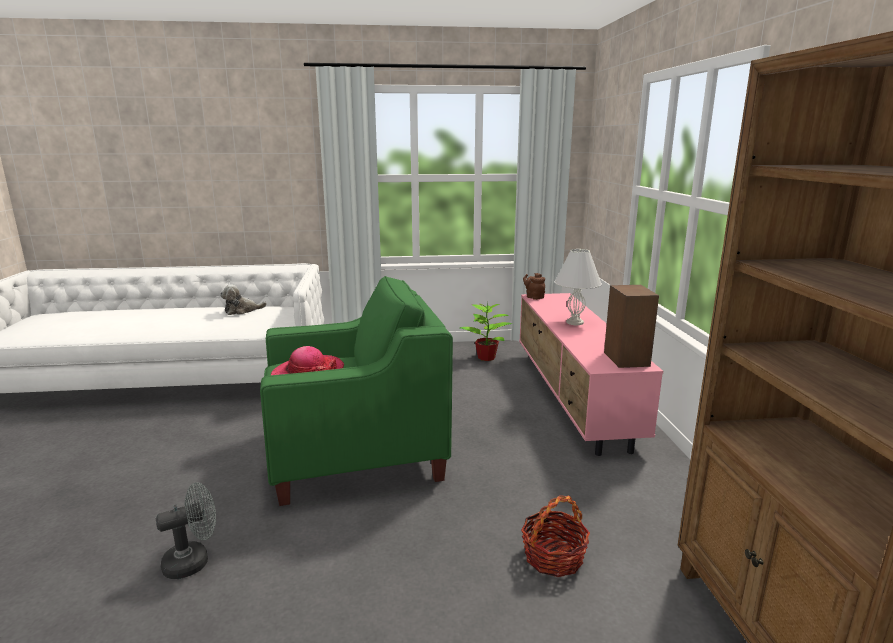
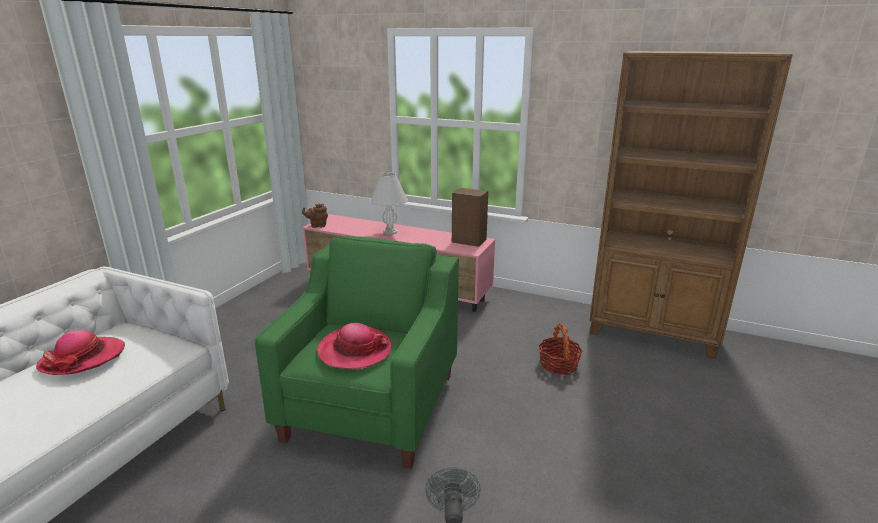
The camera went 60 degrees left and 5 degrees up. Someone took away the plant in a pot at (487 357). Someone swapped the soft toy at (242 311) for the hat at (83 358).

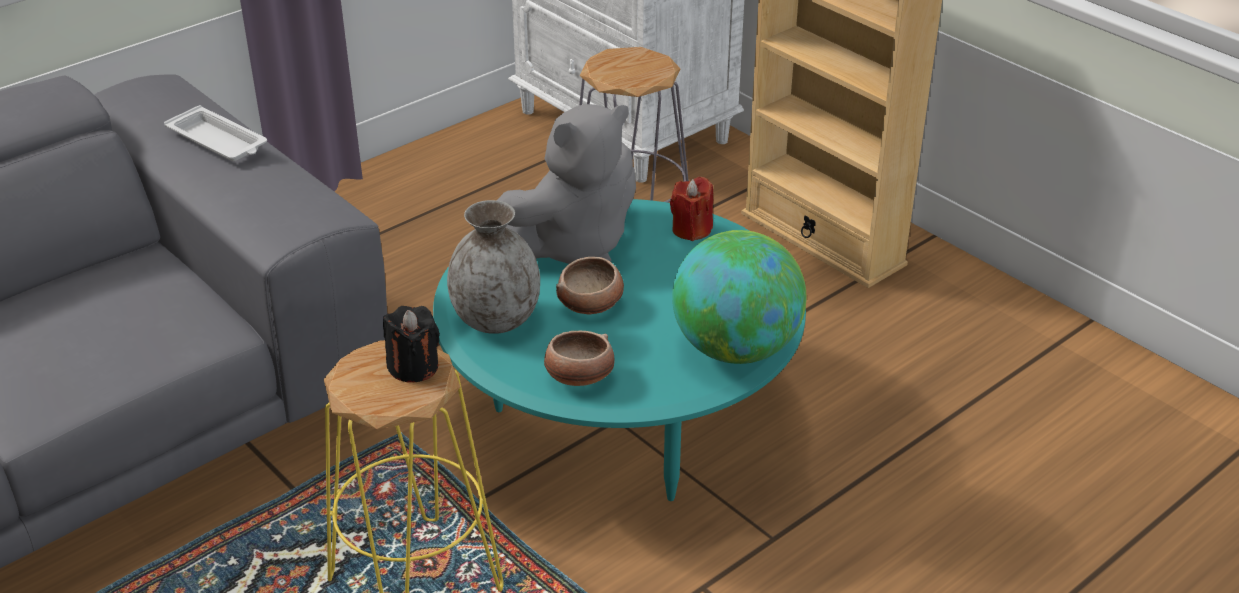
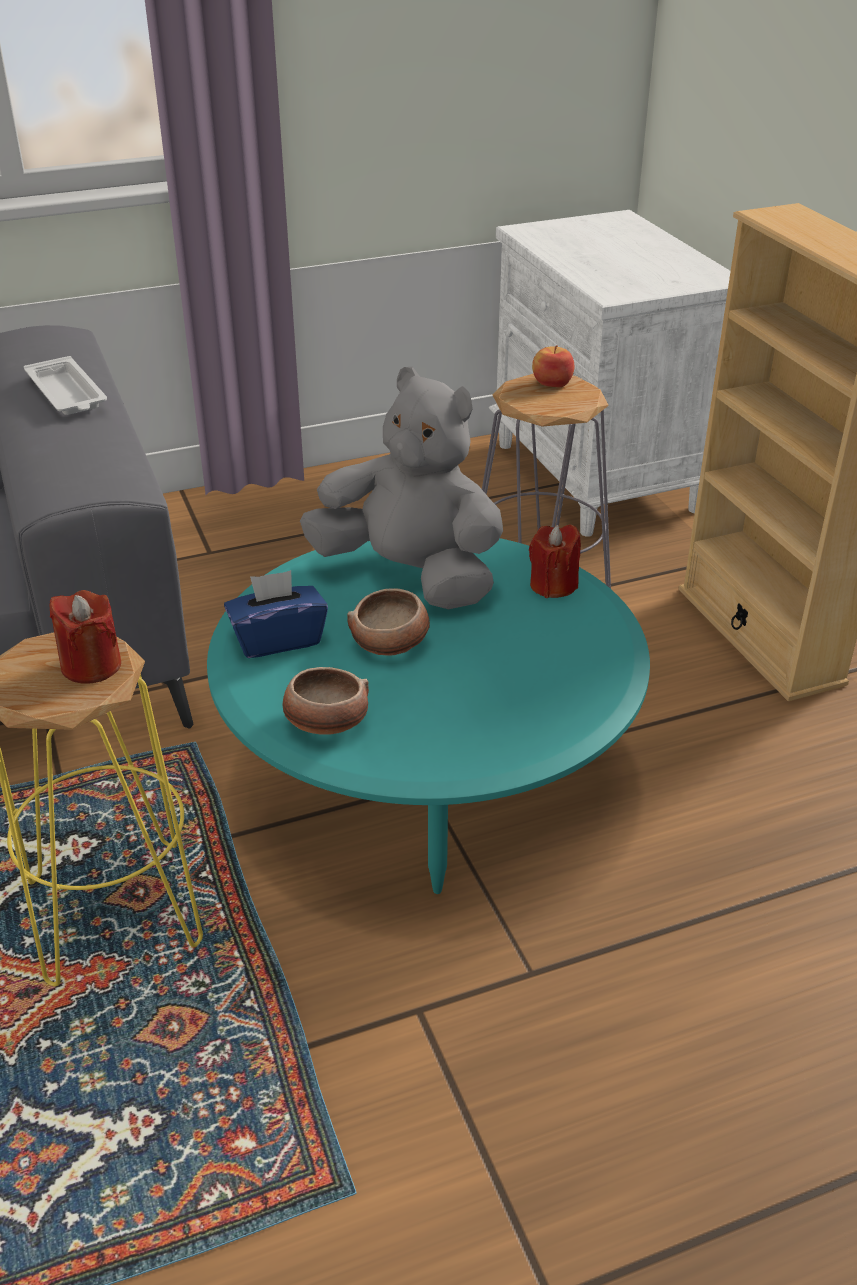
The camera went 20 degrees right and 0 degrees up. Someone took away the world globe at (735 349). Someone put down the whole apple at (552 383). Someone swapped the gray flower vase at (496 320) for the blue tissue holder at (278 639). Someone repainted the black-coloured wax candle at (413 367), which became the red-coloured wax candle at (91 666). Someone rotated the gray soft toy at (572 245) by 135 degrees counterclockwise.

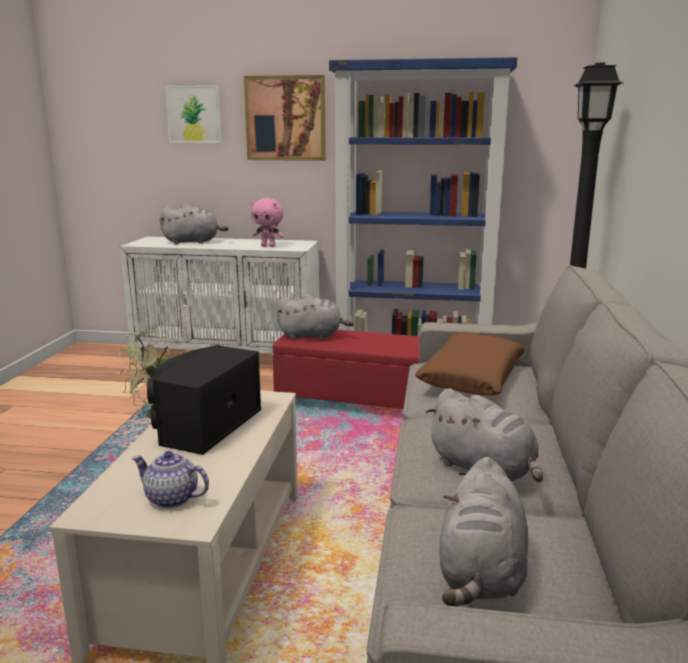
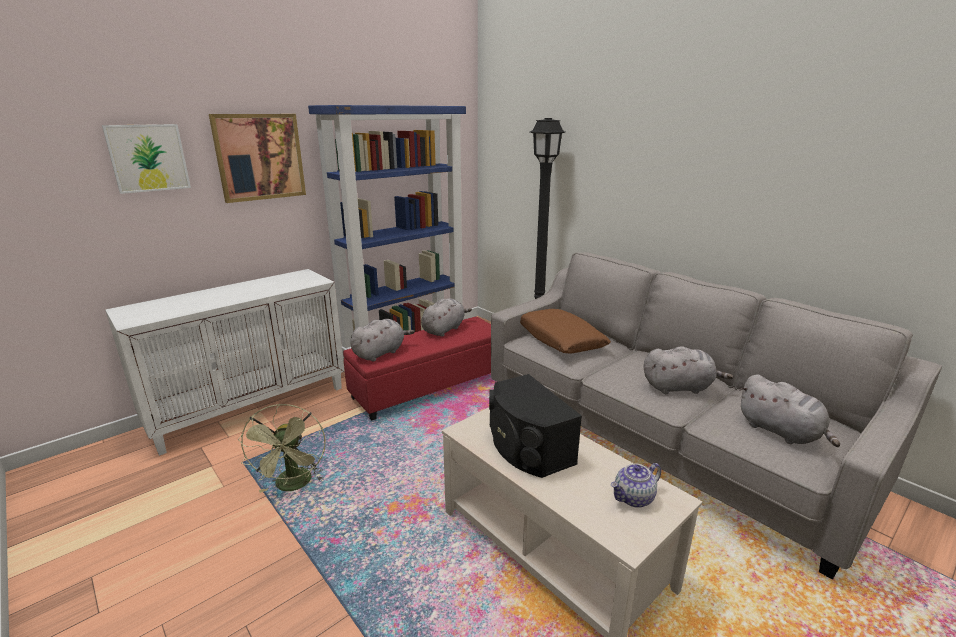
The camera went 50 degrees left and 5 degrees up. Someone took away the pinkish soft toy at (268 246). Someone carried the gray soft toy from (193 242) to (444 329).

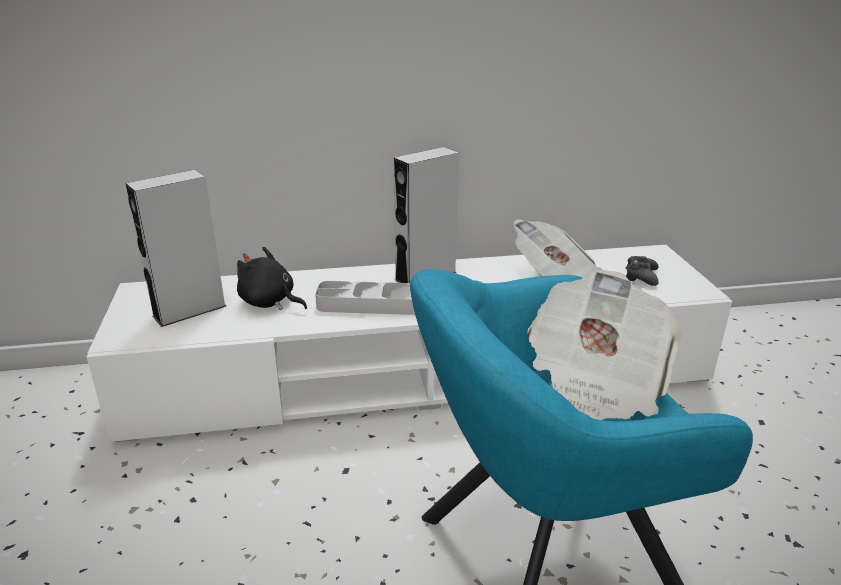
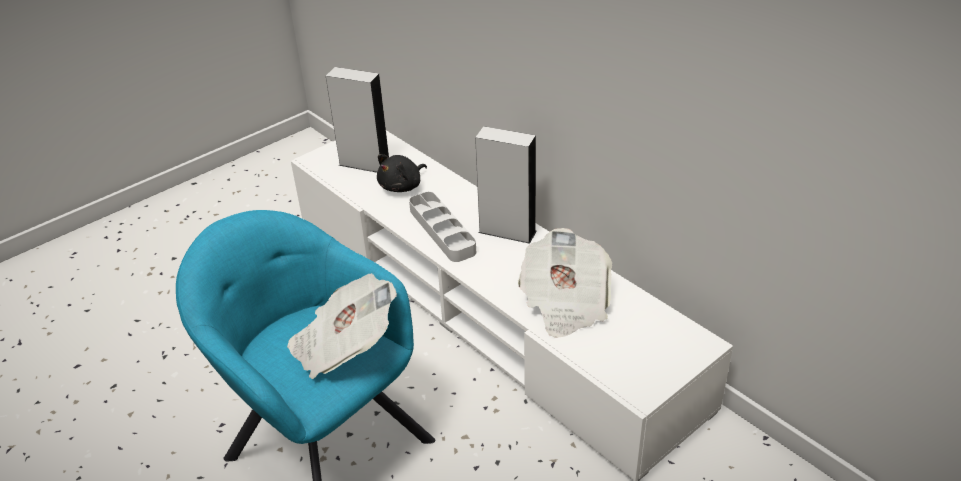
The camera went 60 degrees right and 10 degrees up. Someone took away the black-coloured joypad at (641 276). Someone rotated the black-coloured soft toy at (270 302) by 135 degrees counterclockwise.

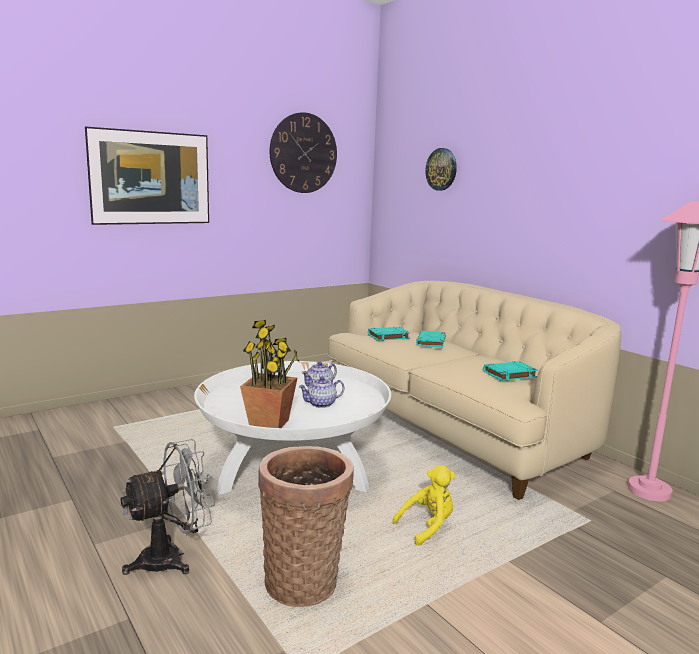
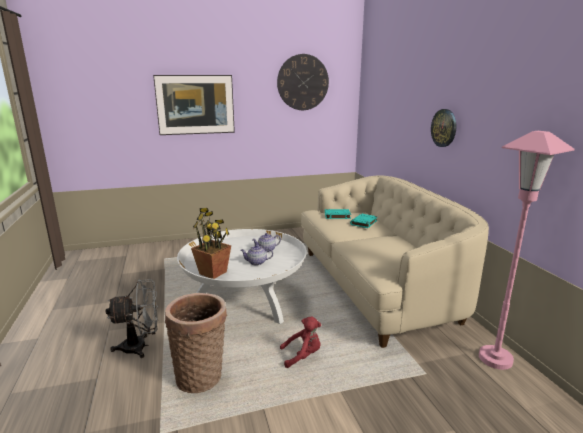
The camera went 20 degrees right and 5 degrees up. Someone took away the turquoise bound book at (509 374). Someone carried the wall clock from (441 169) to (444 128). Someone repainted the yellow-coloured soft toy at (427 527), which became the red-coloured soft toy at (302 356).

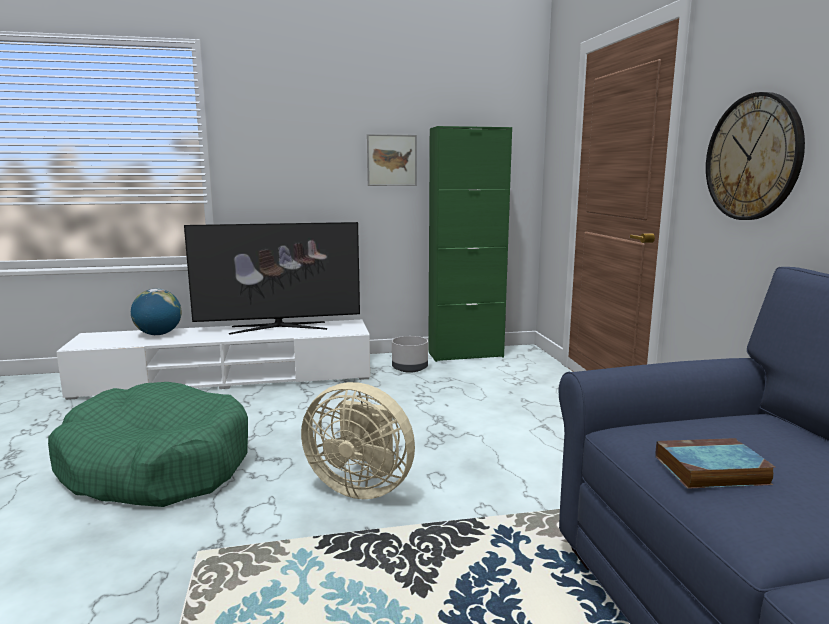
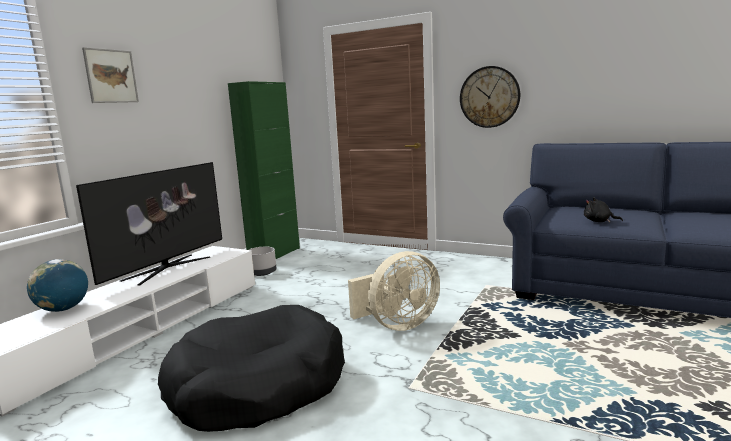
The camera went 50 degrees left and 0 degrees up. Someone carried the wall art from (391 160) to (111 76). Someone swapped the bound book at (709 470) for the black-coloured soft toy at (599 221). Someone repainted the green pet bed at (156 465), which became the black-coloured pet bed at (257 386).

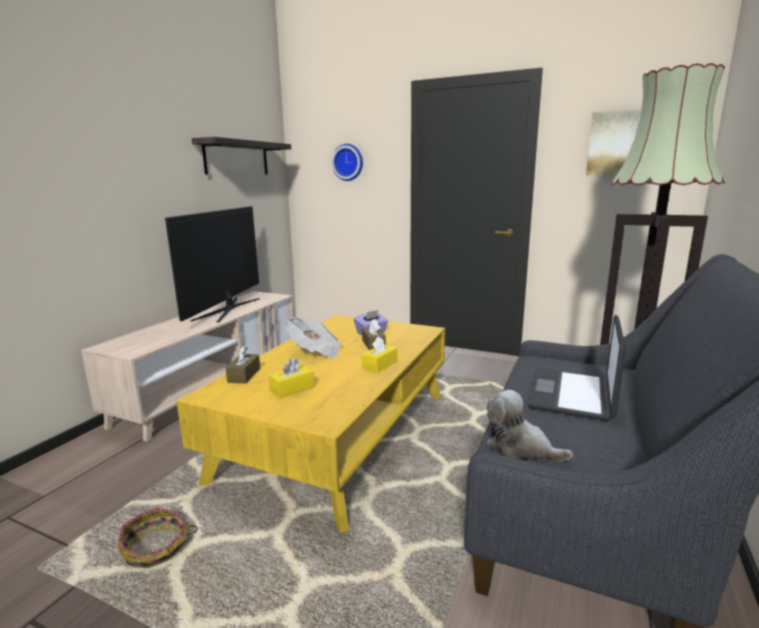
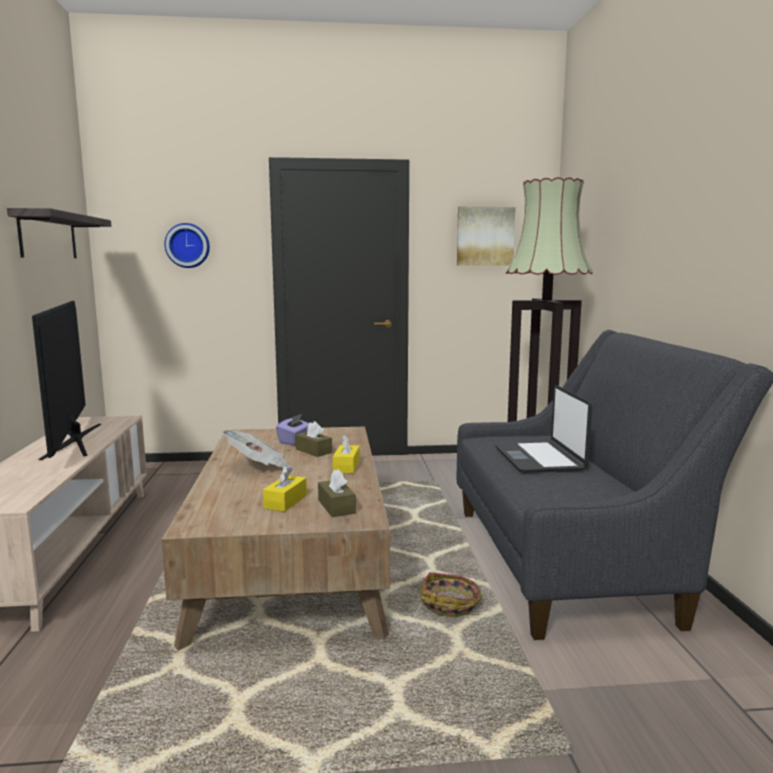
The camera went 30 degrees left and 5 degrees down. Someone took away the soft toy at (520 447). Someone carried the storage basket from (156 548) to (451 604). Someone carried the brown tissue holder from (244 375) to (336 507). Someone repainted the yellow-coloured low table at (338 434), which became the brown low table at (292 561).

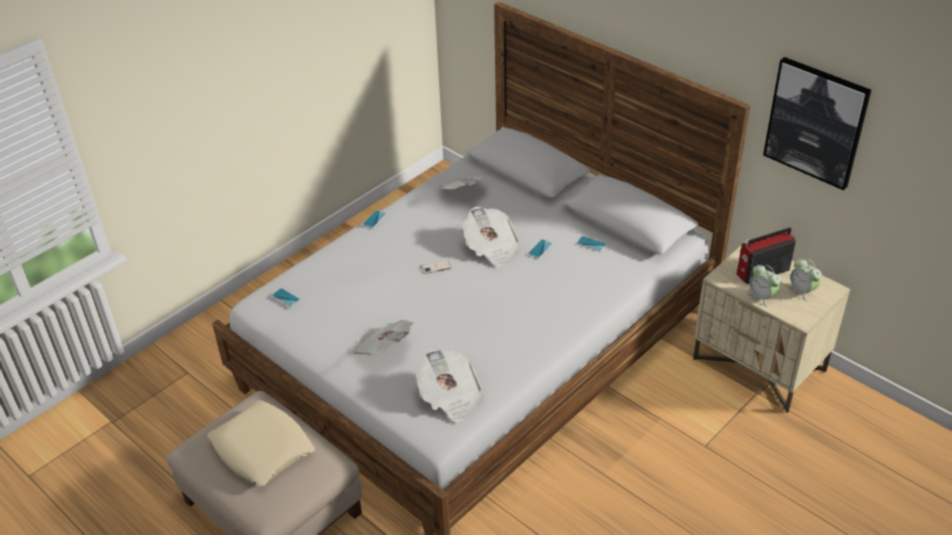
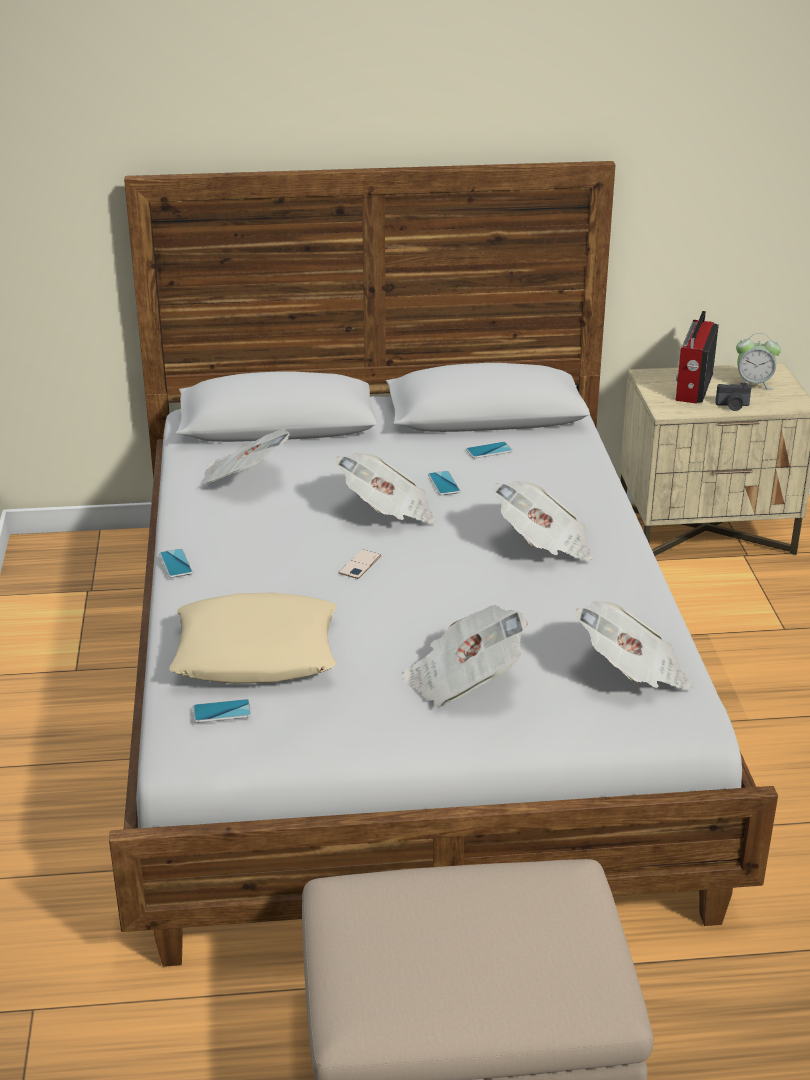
The camera went 50 degrees left and 10 degrees down. Someone took away the wall art at (816 122). Someone put down the daily paper at (544 545). Someone carried the sand-coloured cushion from (262 449) to (256 652). Someone swapped the bedside clock at (761 297) for the photo camera at (732 406).

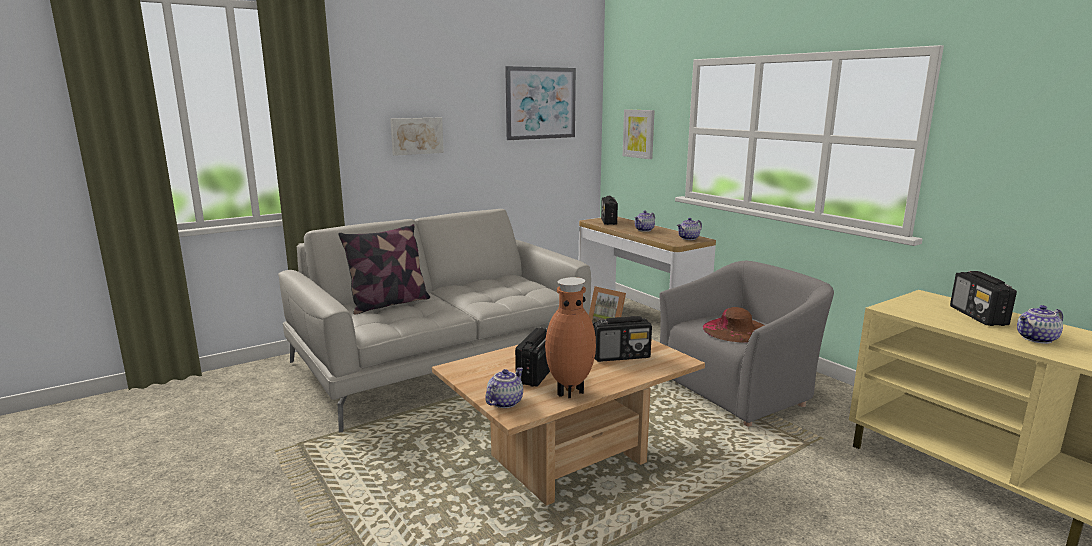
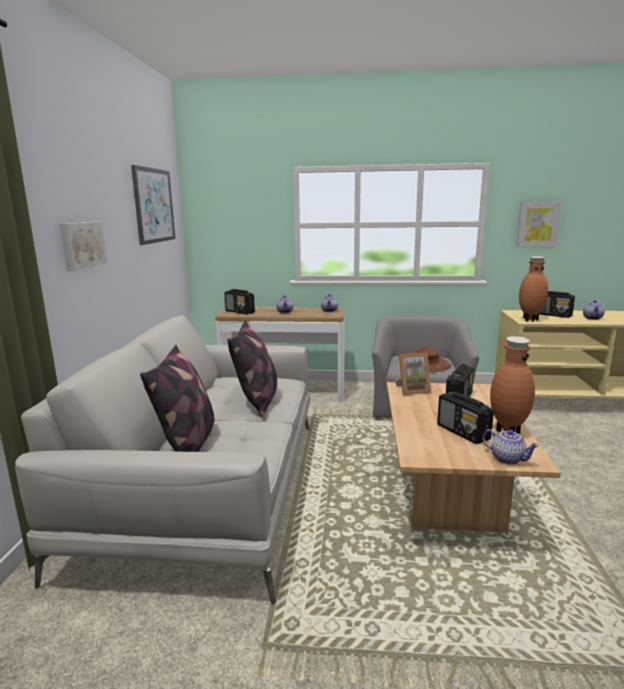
The camera went 50 degrees left and 0 degrees up. Someone put down the cushion at (257 400). Someone put down the brown flower vase at (529 320). Someone carried the wall art from (639 133) to (538 224). Someone rotated the tea pot at (504 402) by 150 degrees clockwise.

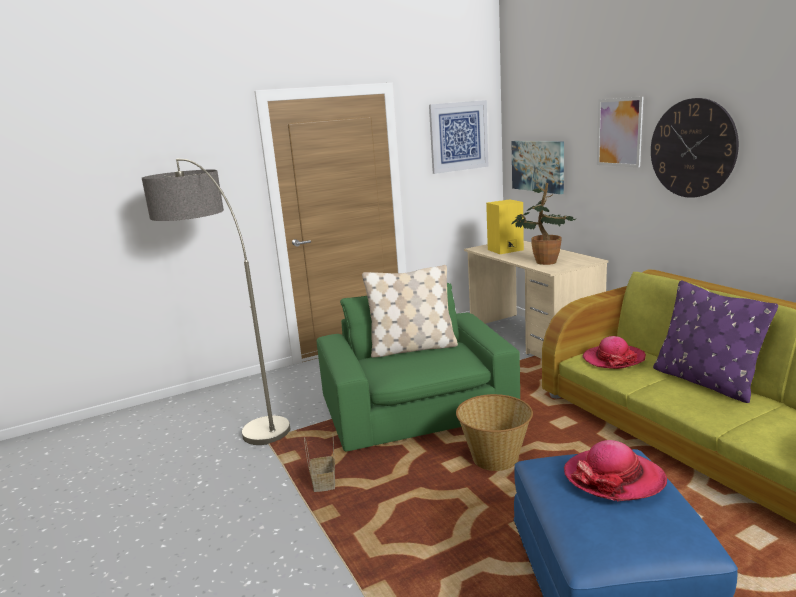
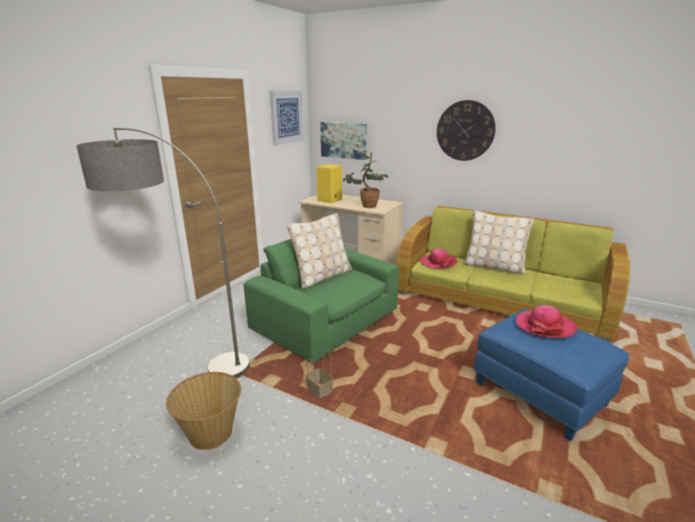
The camera went 35 degrees left and 5 degrees up. Someone took away the wall art at (619 132). Someone carried the storage basket from (495 458) to (210 432). Someone repainted the purplish cushion at (705 382), which became the sand-coloured cushion at (494 267).

